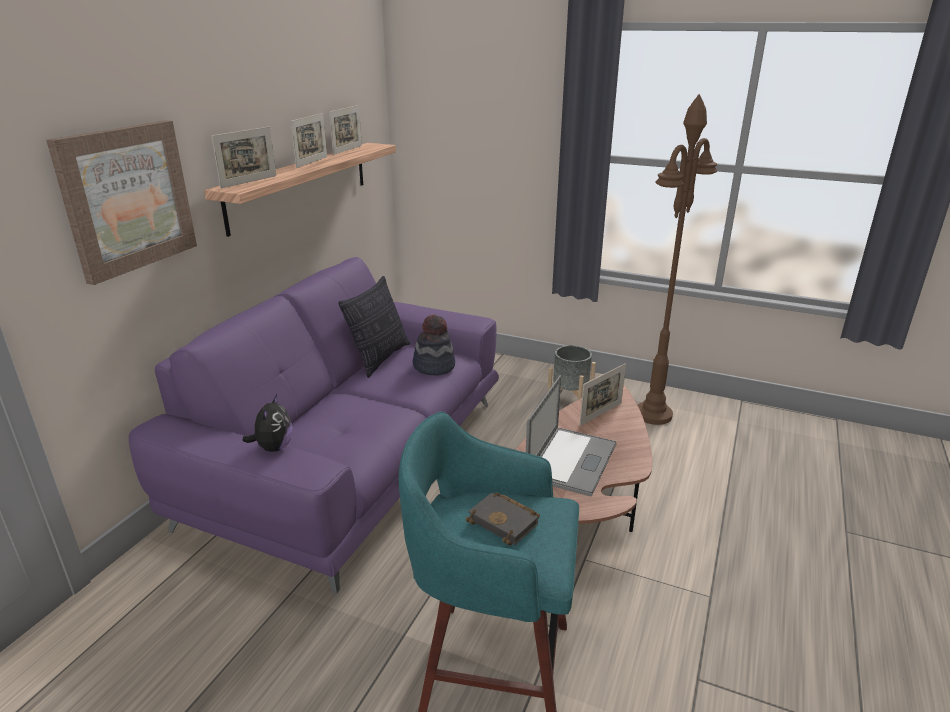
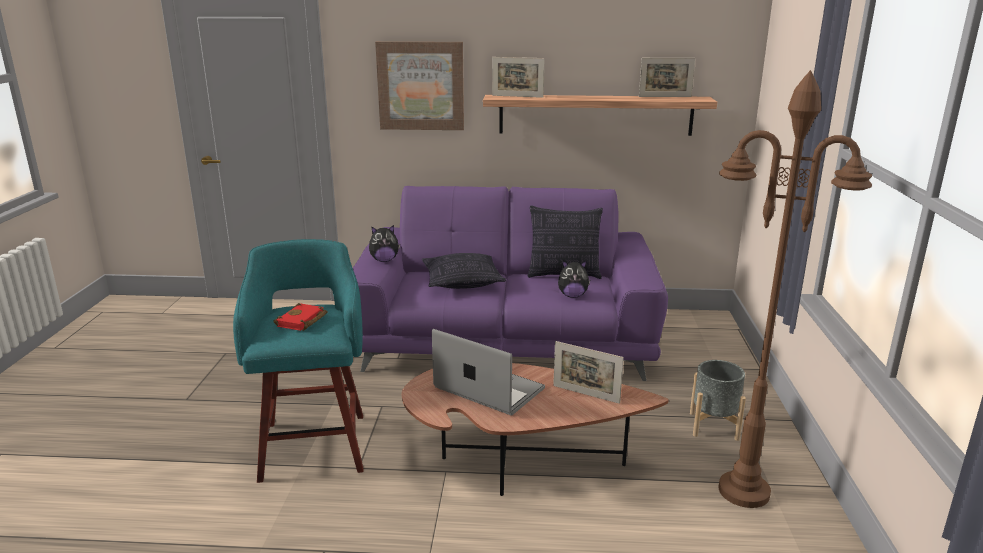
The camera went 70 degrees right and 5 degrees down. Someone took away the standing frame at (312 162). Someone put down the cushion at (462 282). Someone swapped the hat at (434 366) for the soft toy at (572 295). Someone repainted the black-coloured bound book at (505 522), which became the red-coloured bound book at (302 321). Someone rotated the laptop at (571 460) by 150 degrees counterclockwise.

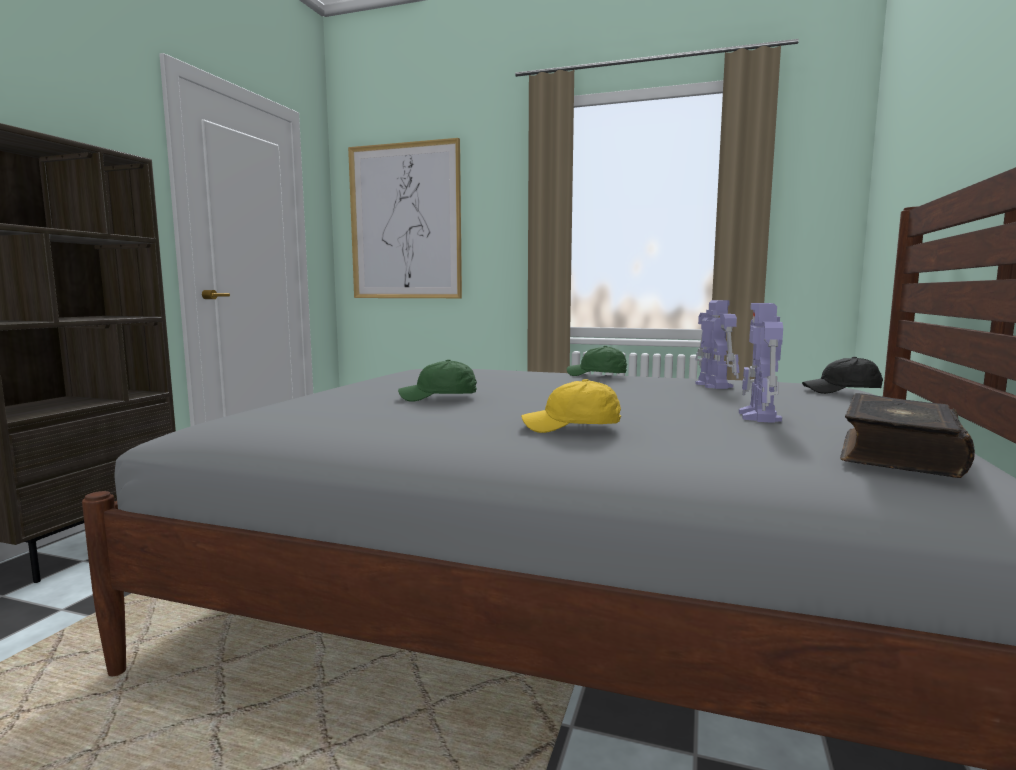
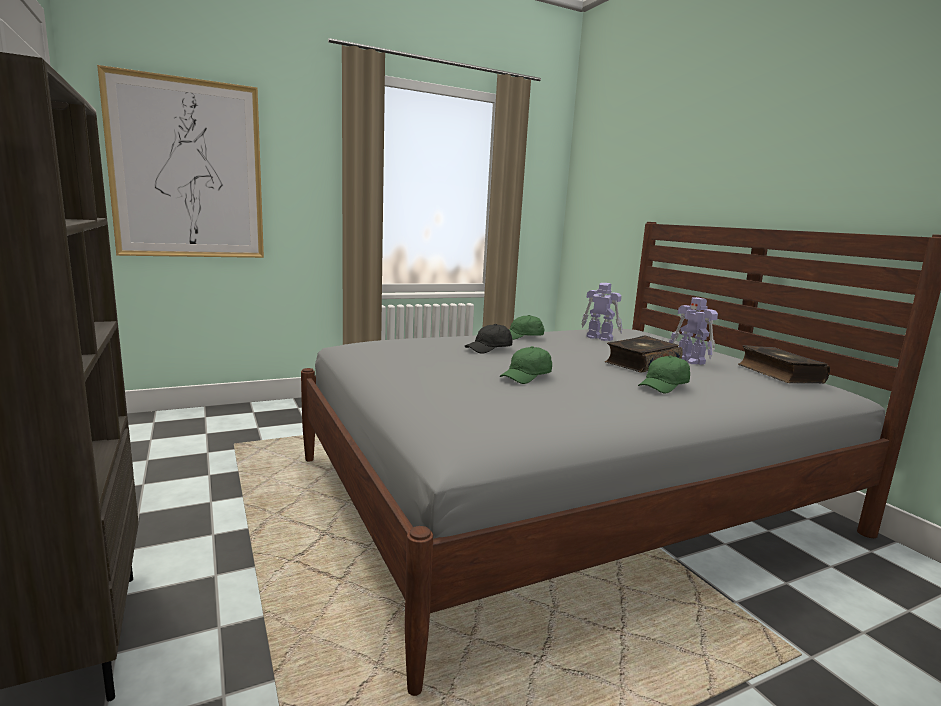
The camera went 45 degrees left and 5 degrees up. Someone put down the bound book at (641 363). Someone carried the black-coloured cap from (842 391) to (489 349). Someone repainted the yellow-coloured cap at (572 427), which became the green cap at (664 386).

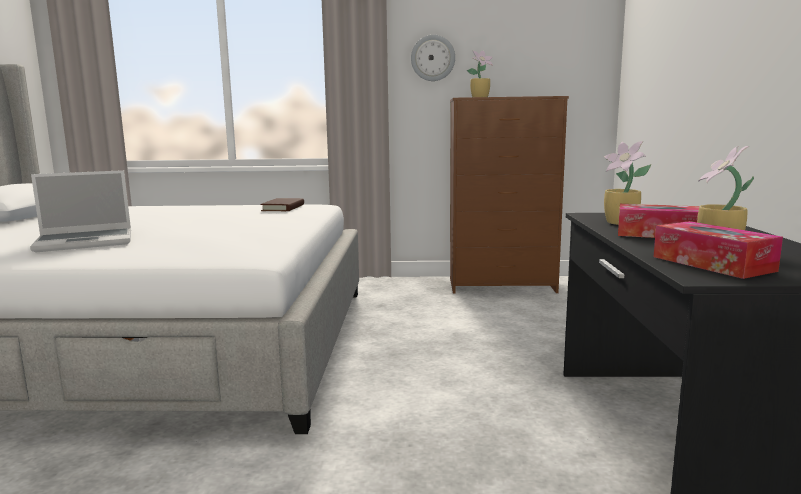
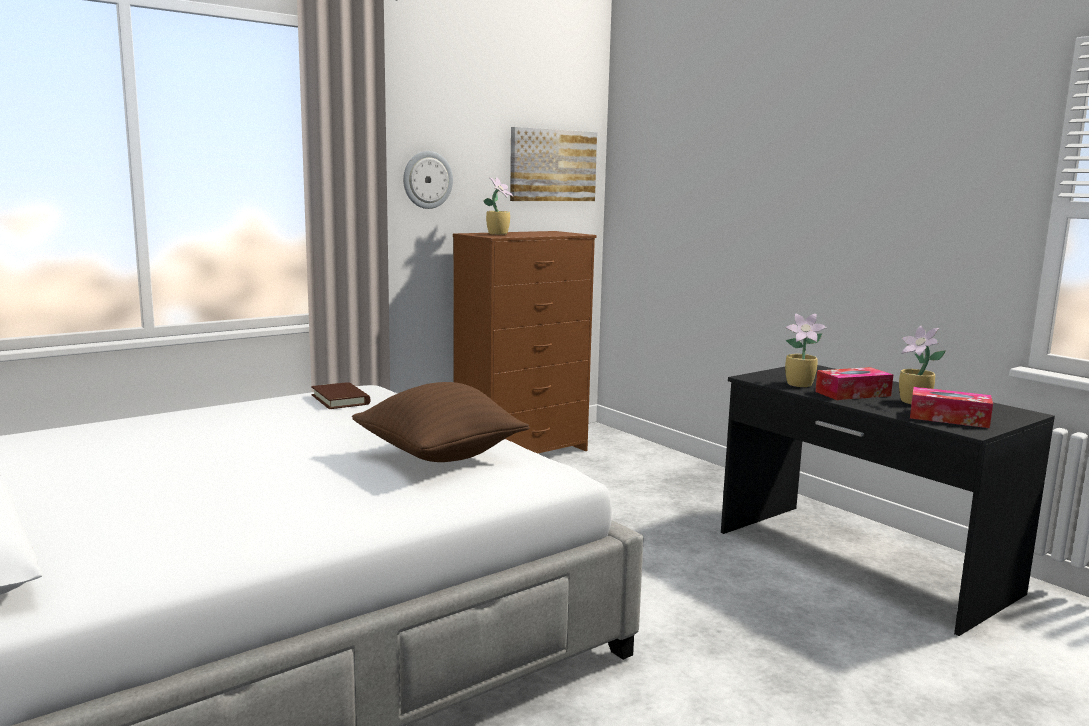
The camera went 40 degrees left and 0 degrees up. Someone took away the laptop at (86 242). Someone put down the brown cushion at (439 457). Someone put up the wall art at (552 165).

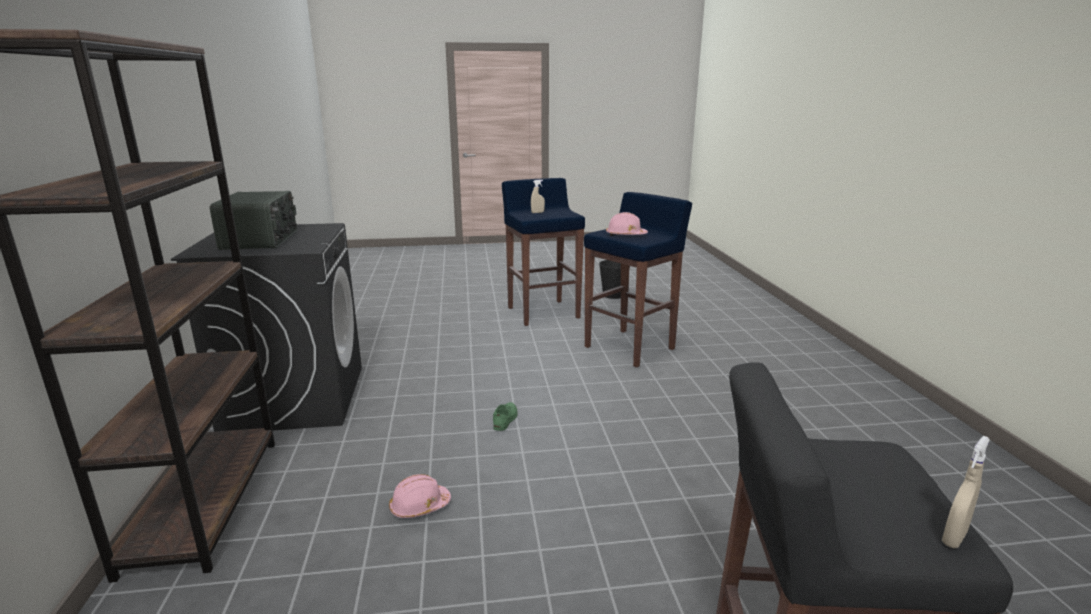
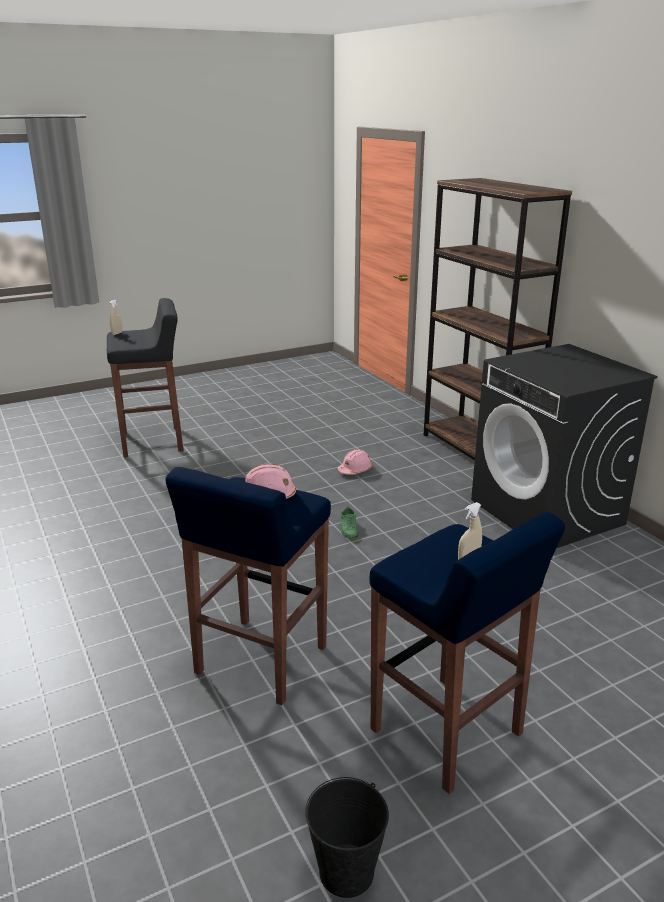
The camera went 160 degrees right and 5 degrees up. Someone took away the radio receiver at (261 240).

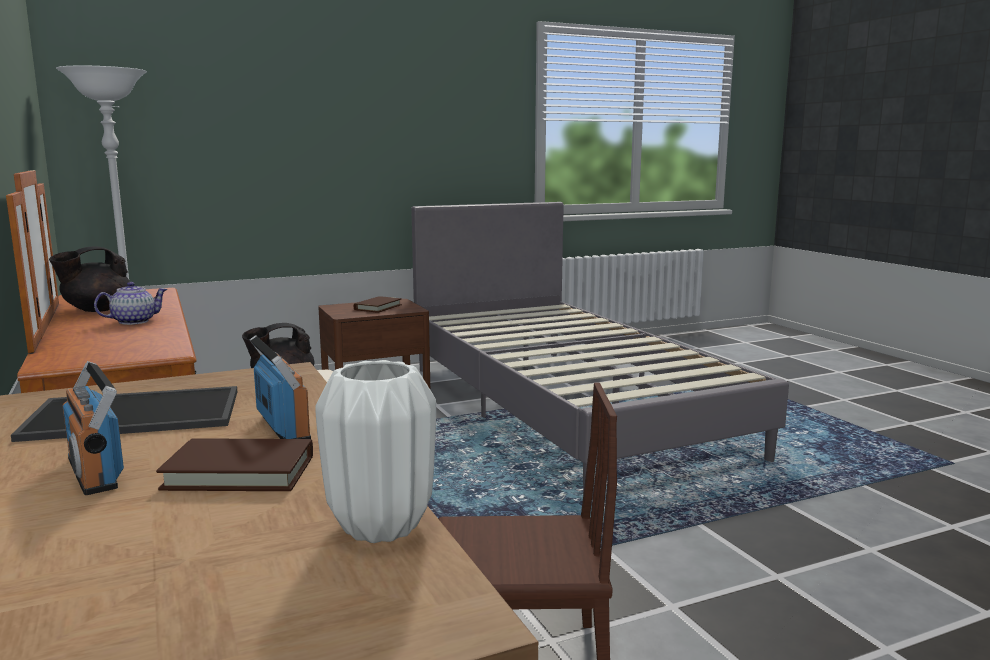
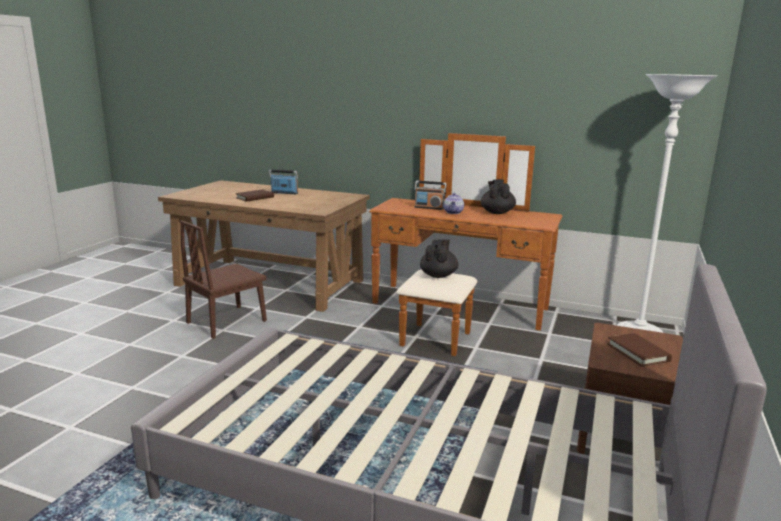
The camera went 135 degrees right and 5 degrees up. Someone took away the serving tray at (138 413). Someone took away the white-coloured flower vase at (380 526). Someone carried the radio receiver from (283 428) to (429 207).

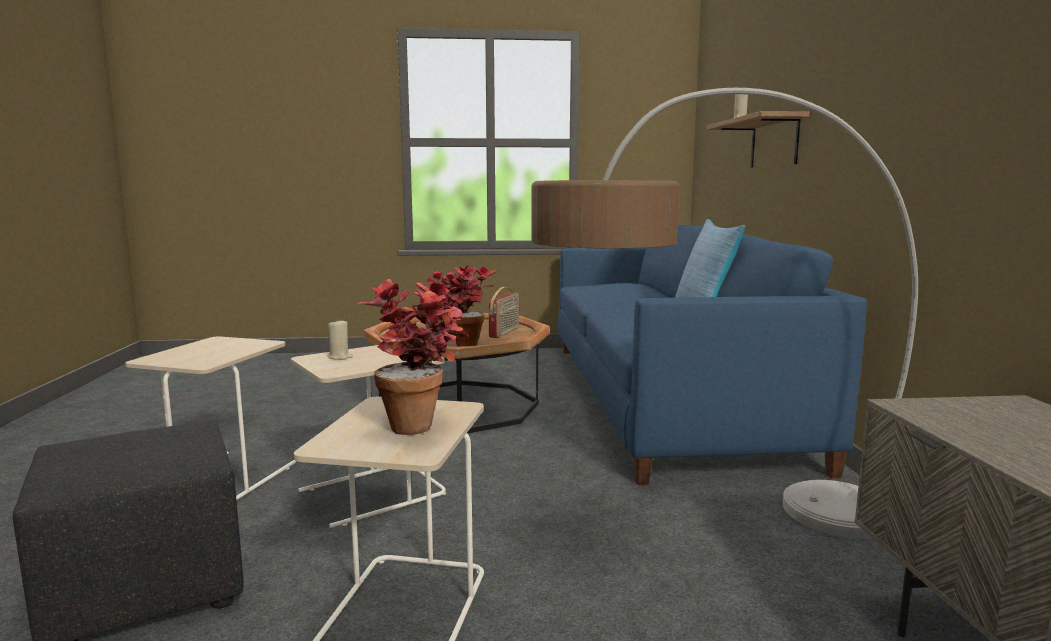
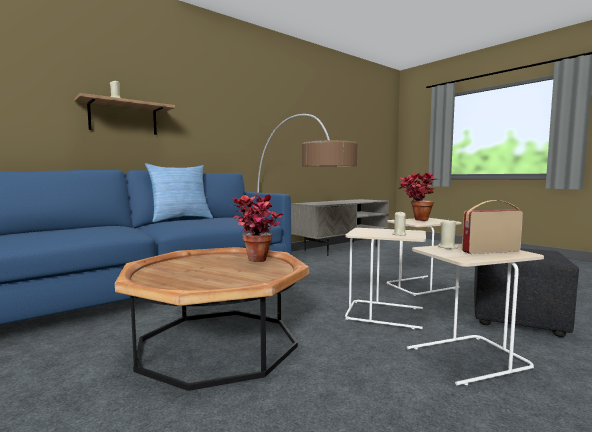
The camera went 125 degrees left and 5 degrees down. Someone put down the sand-coloured wax candle at (447 247). Someone carried the radio receiver from (505 333) to (490 251).

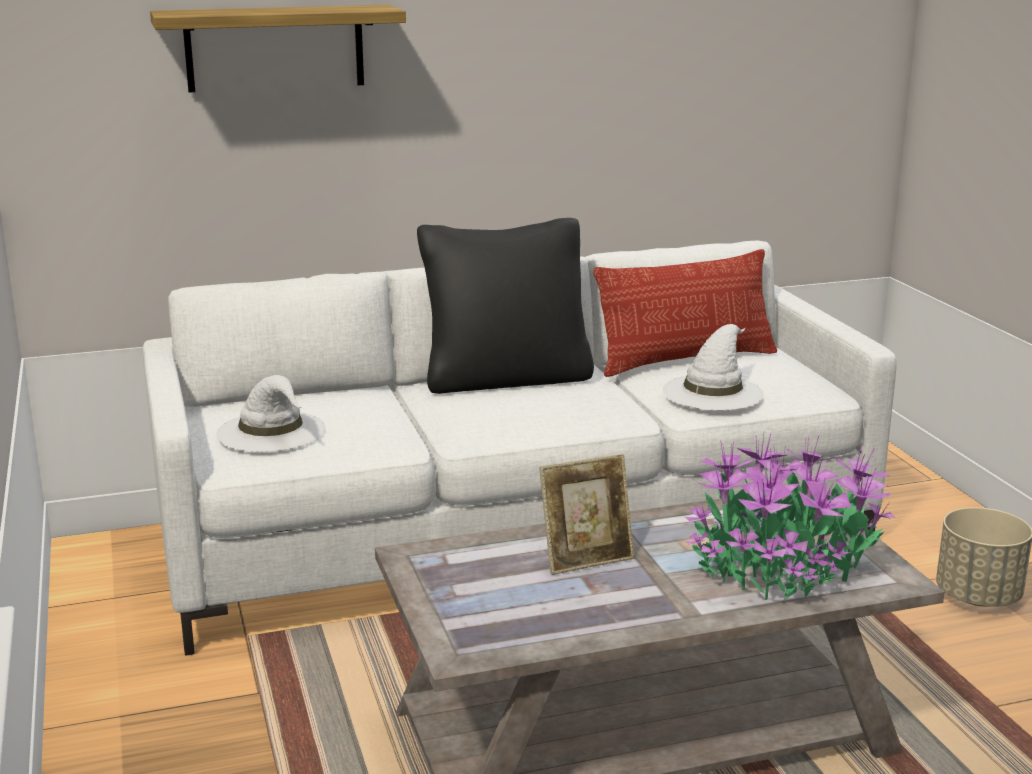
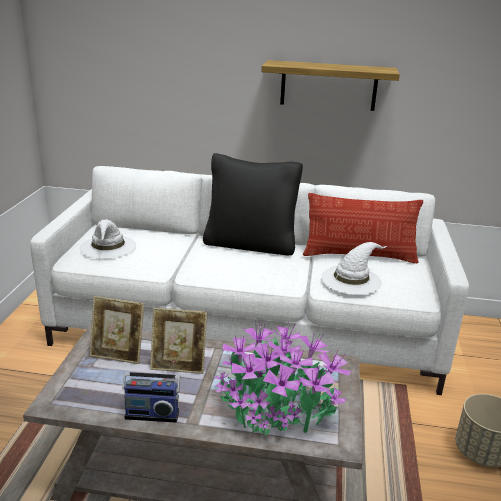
The camera went 25 degrees right and 5 degrees up. Someone put down the standing frame at (118 354). Someone put down the radio receiver at (152 413). Someone carried the shelf from (275 48) to (328 85).

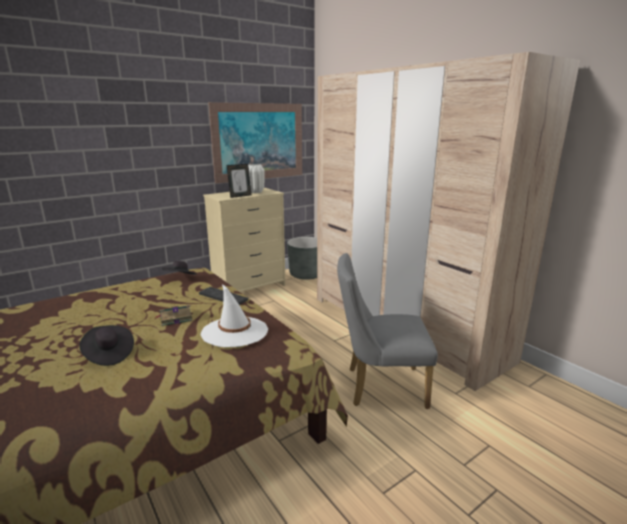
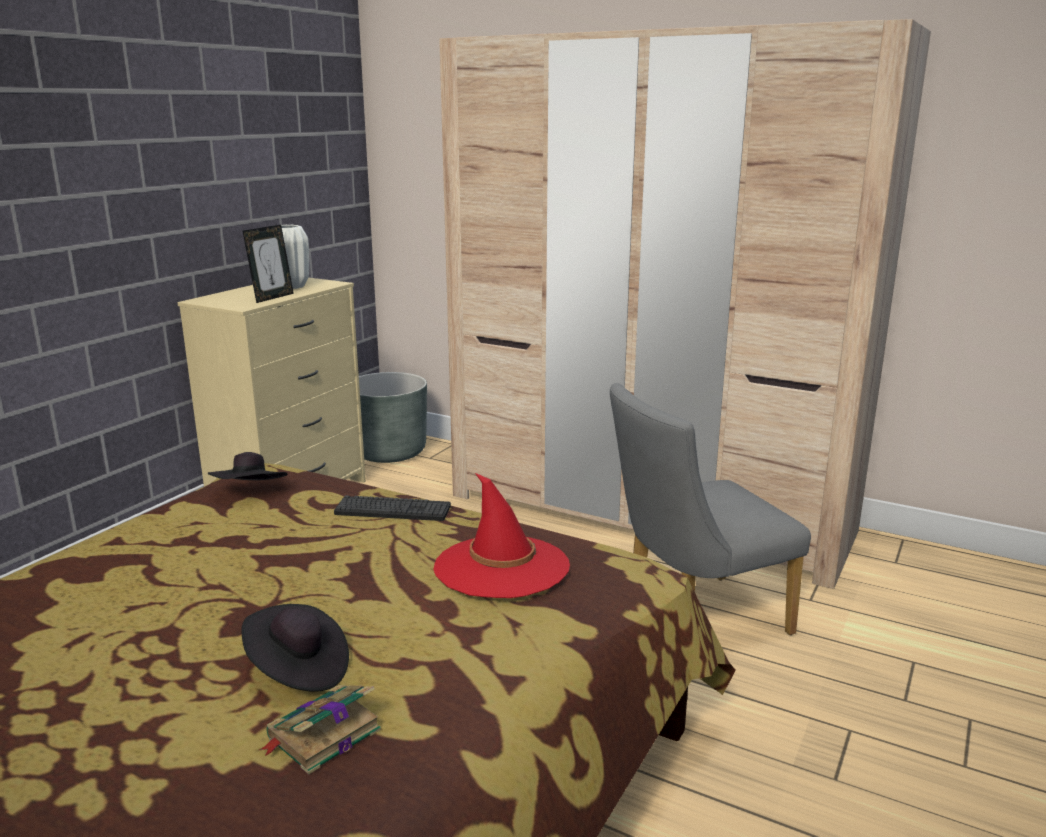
The camera went 25 degrees left and 0 degrees up. Someone took away the wall art at (259 142). Someone carried the bound book from (175 318) to (322 735). Someone repainted the white-coloured hat at (235 332), which became the red-coloured hat at (501 567).

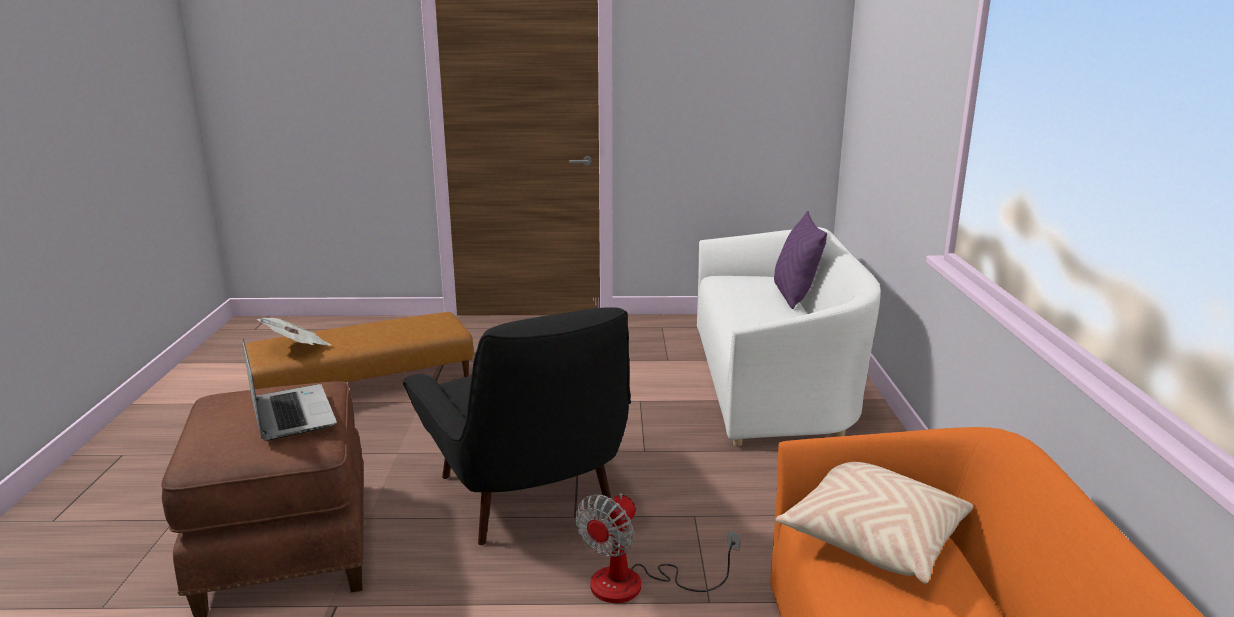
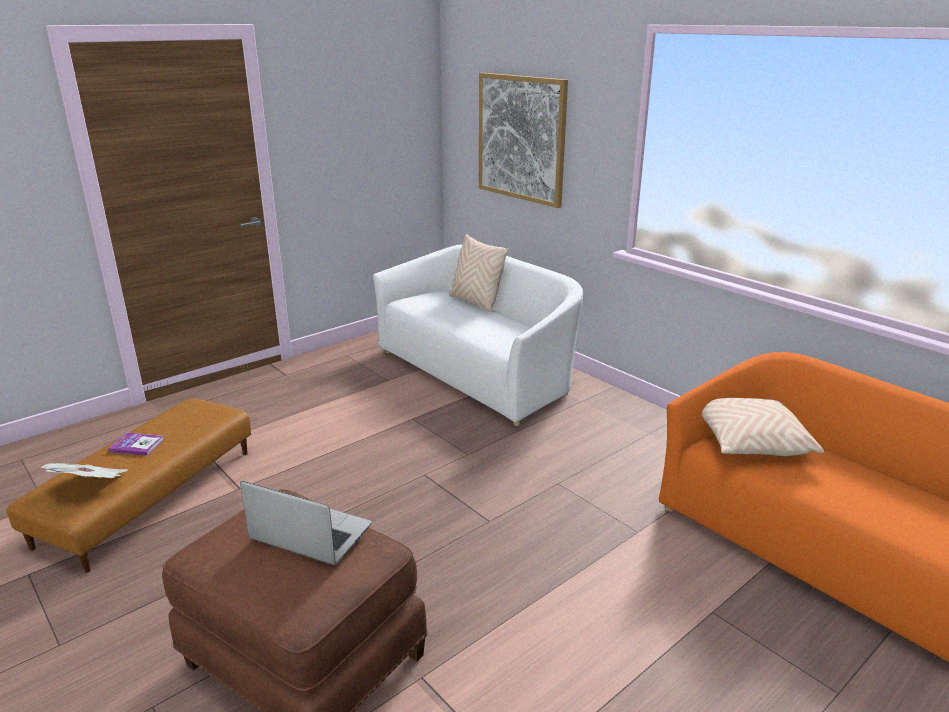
The camera went 40 degrees left and 5 degrees up. Someone took away the black-coloured armchair at (529 499). Someone took away the electric fan at (636 584). Someone put down the bound book at (137 445). Someone put up the wall art at (521 138). Someone repainted the purplish cushion at (794 296), which became the sand-coloured cushion at (476 302).

